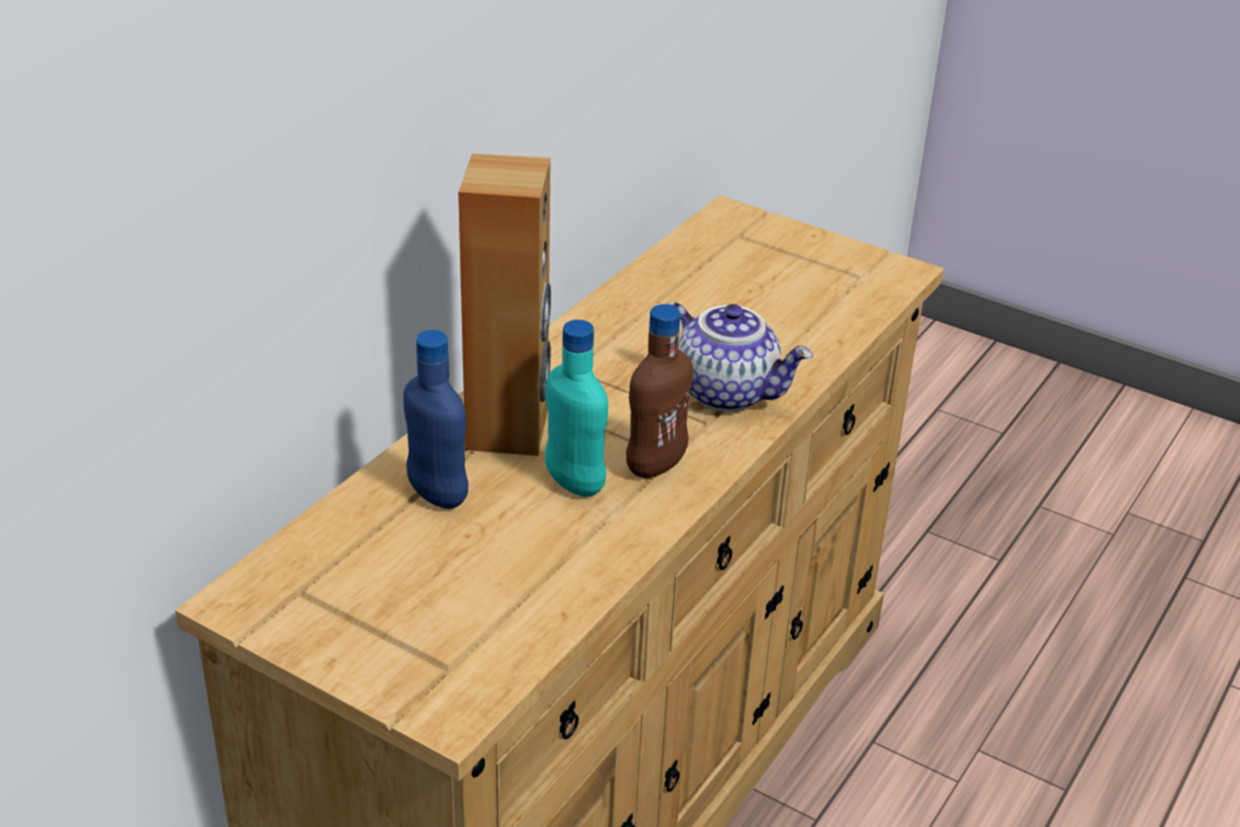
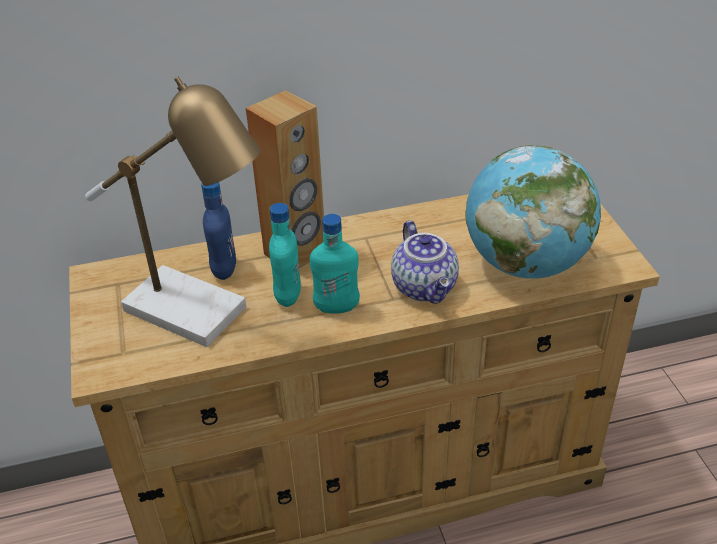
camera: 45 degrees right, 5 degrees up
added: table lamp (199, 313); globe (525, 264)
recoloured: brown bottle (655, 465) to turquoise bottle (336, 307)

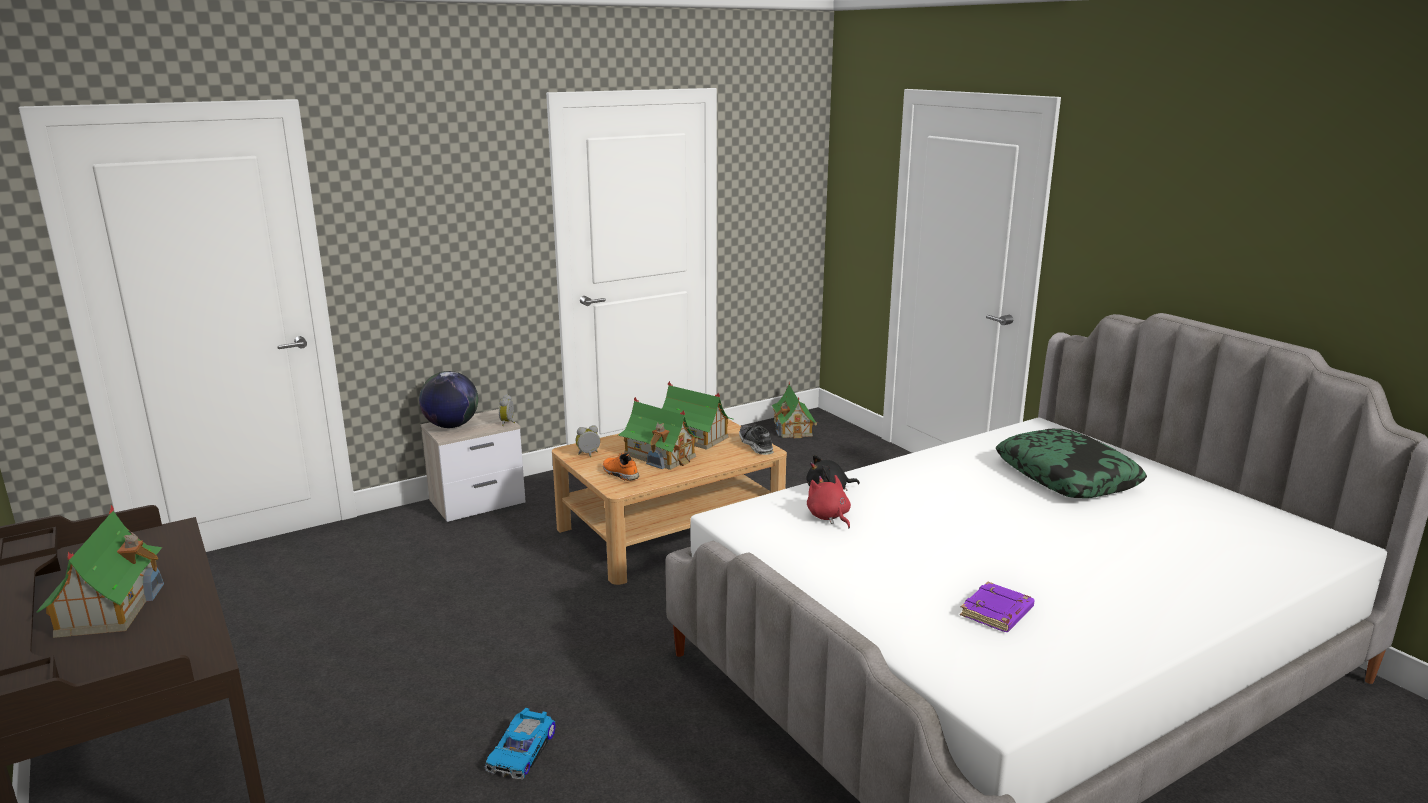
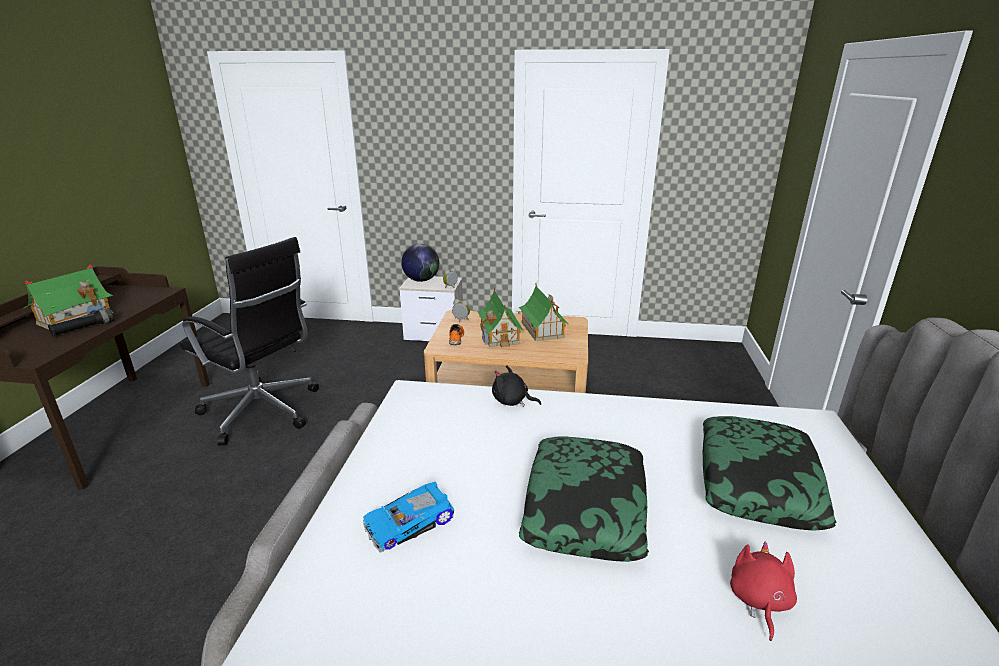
camera: 40 degrees right, 5 degrees up
removed: shoe (755, 445); toy house (792, 428); purple book (997, 613)
added: black flashlight (84, 328); black office chair (263, 412); pillow (585, 508)
moved: toy car (523, 751) to (410, 523); red plush toy (829, 517) to (759, 601)

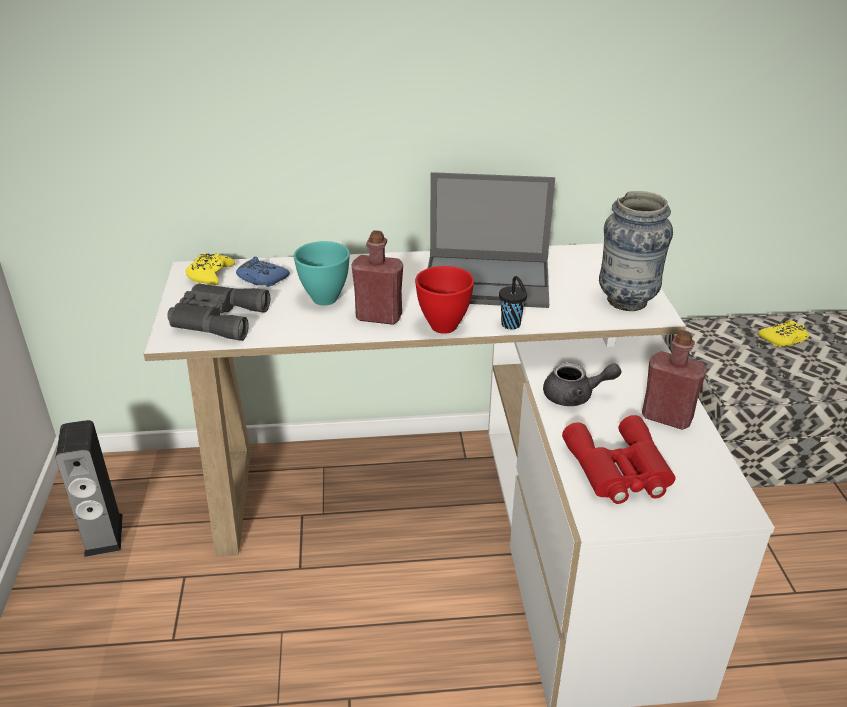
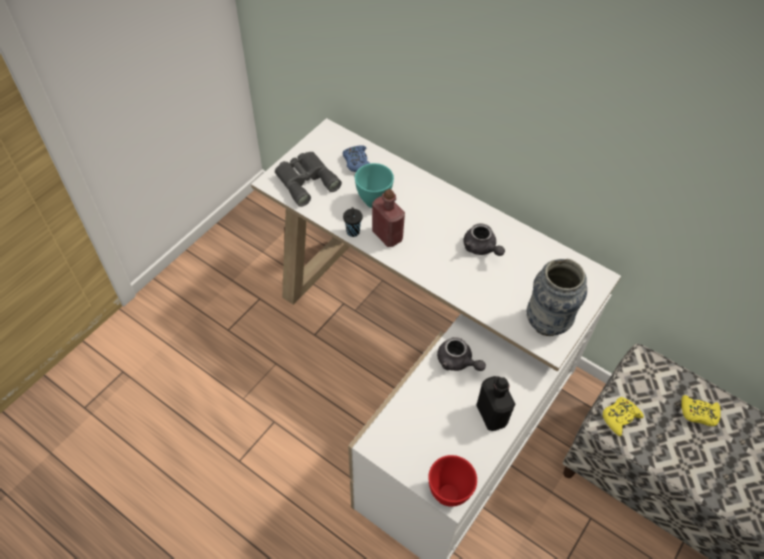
camera: 40 degrees right, 20 degrees up
removed: speaker (103, 535); red binoculars (619, 470)
moved: black cup (511, 325) to (353, 233); red bowl (444, 327) to (448, 495); yellow game controller (210, 274) to (620, 417)
replaced: laptop (488, 281) to grey teapot (481, 248)
recoloured: red bottle (667, 417) to black bottle (491, 415)

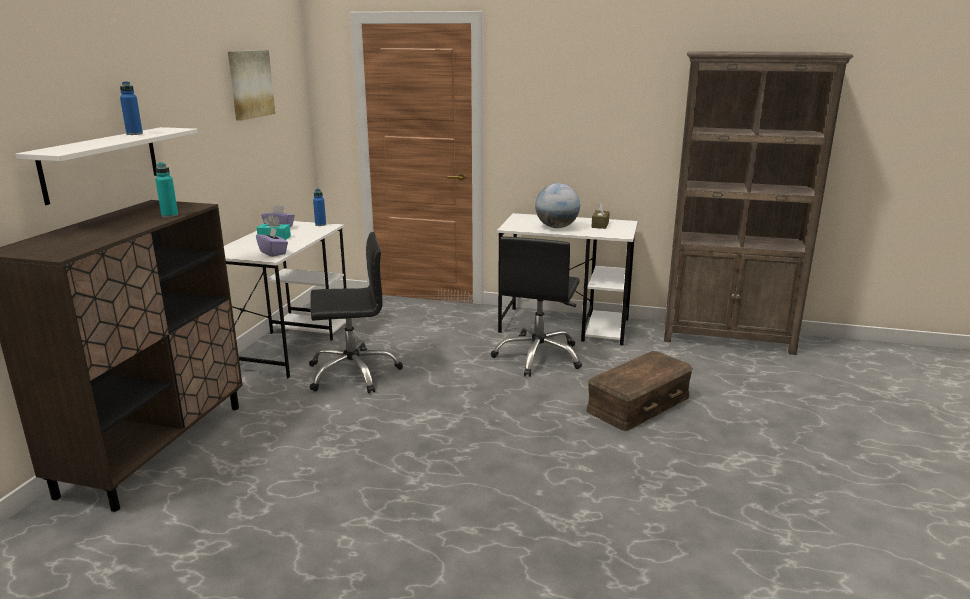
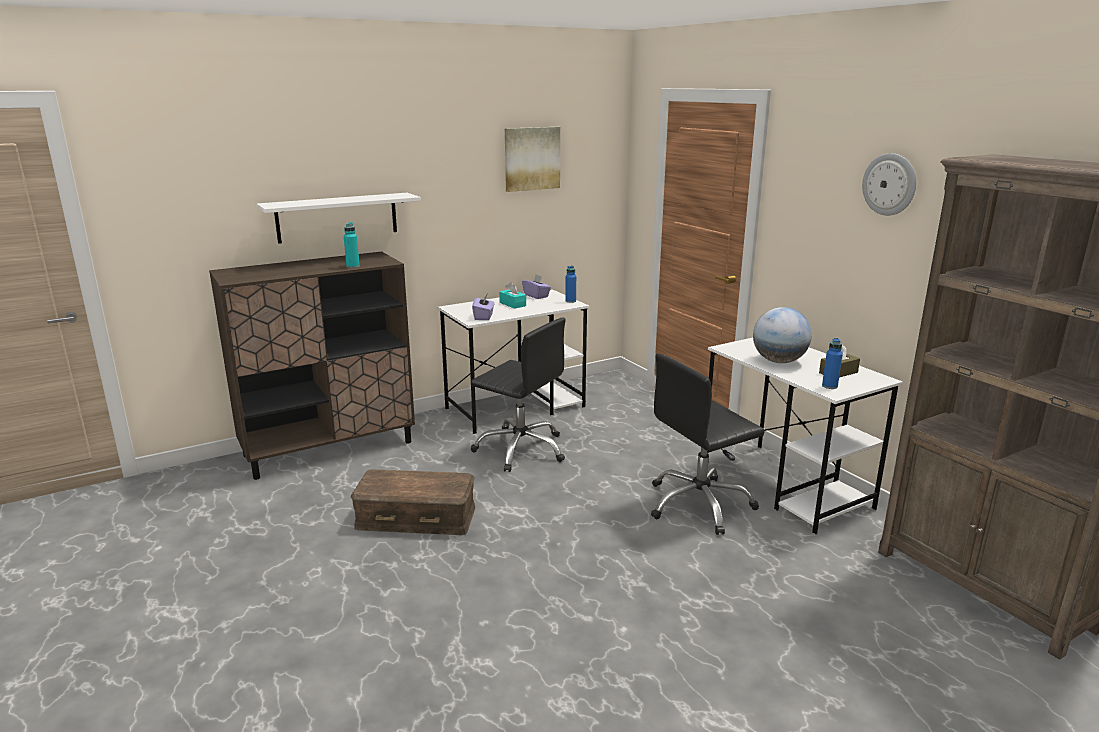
camera: 45 degrees right, 0 degrees up
added: wall clock (890, 184)
moved: brown storage box (637, 403) to (416, 516); blue bottle (134, 134) to (829, 386)

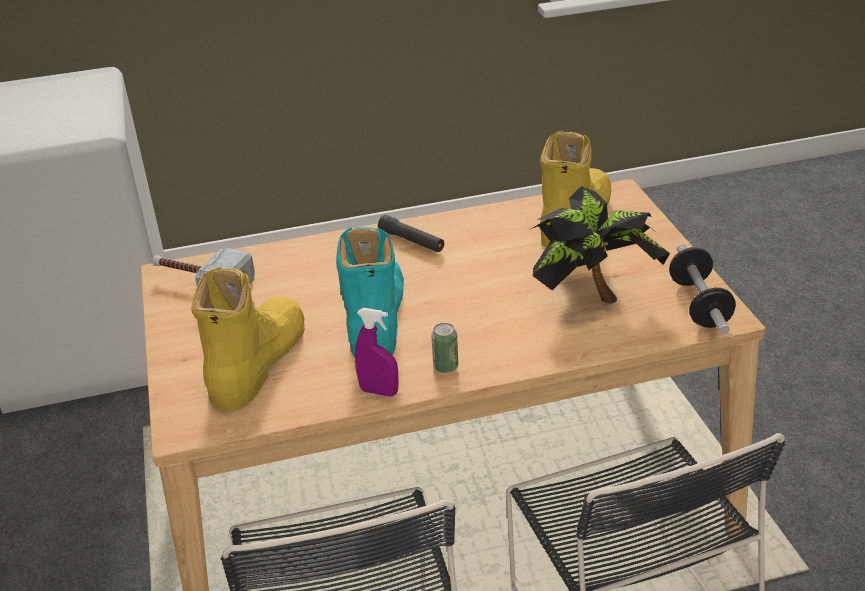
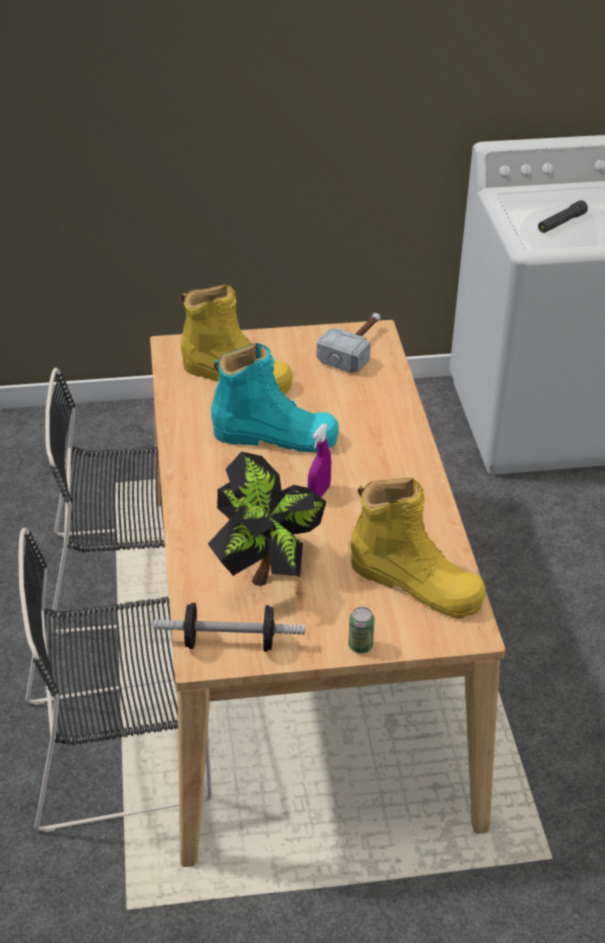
camera: 95 degrees right, 5 degrees up
moved: purple spray bottle (379, 391) to (319, 493); can (445, 367) to (360, 646); black flashlight (411, 241) to (561, 223)

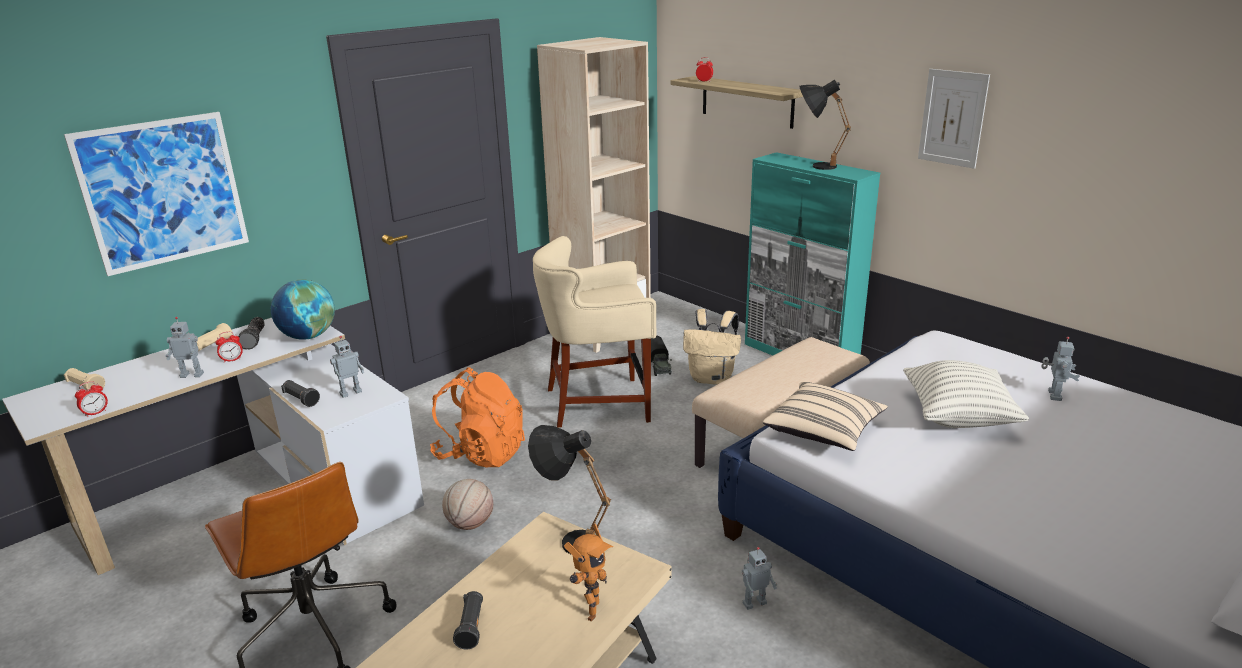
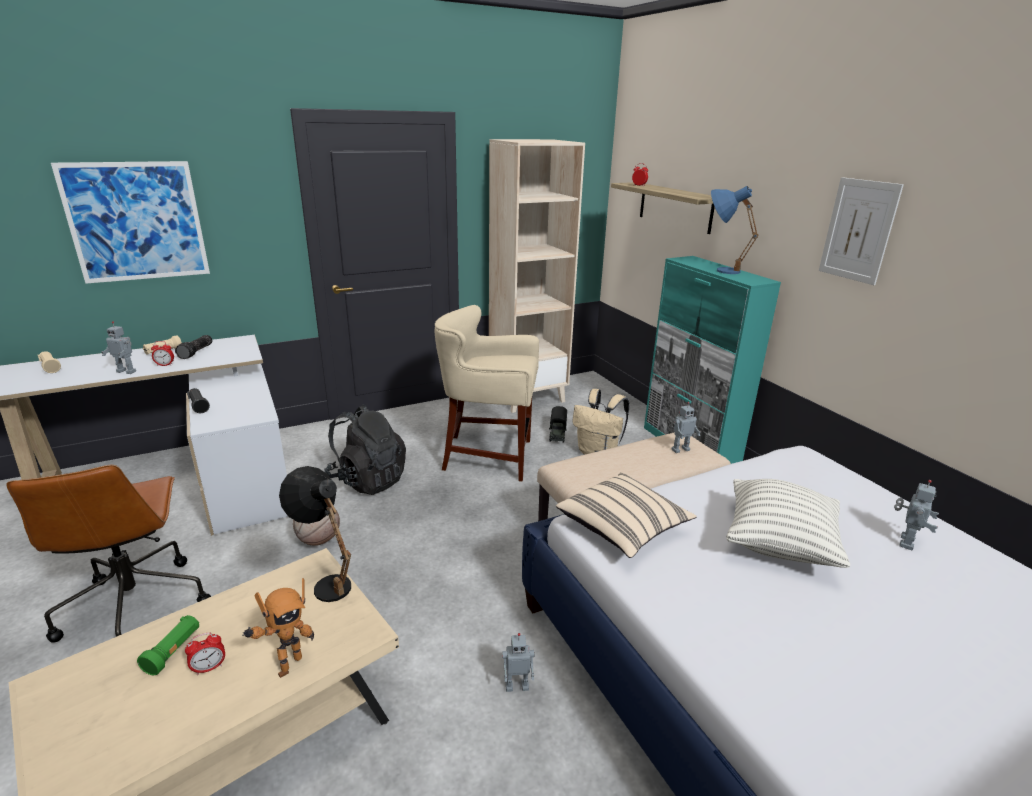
camera: 15 degrees right, 0 degrees up
removed: globe (308, 336)
moved: alarm clock (96, 413) to (209, 668); toy robot (350, 392) to (680, 449)
recoloured: black flashlight (471, 627) to green flashlight (173, 651); orange backpack (481, 453) to black backpack (368, 480); black table lamp (815, 166) to blue table lamp (719, 269)

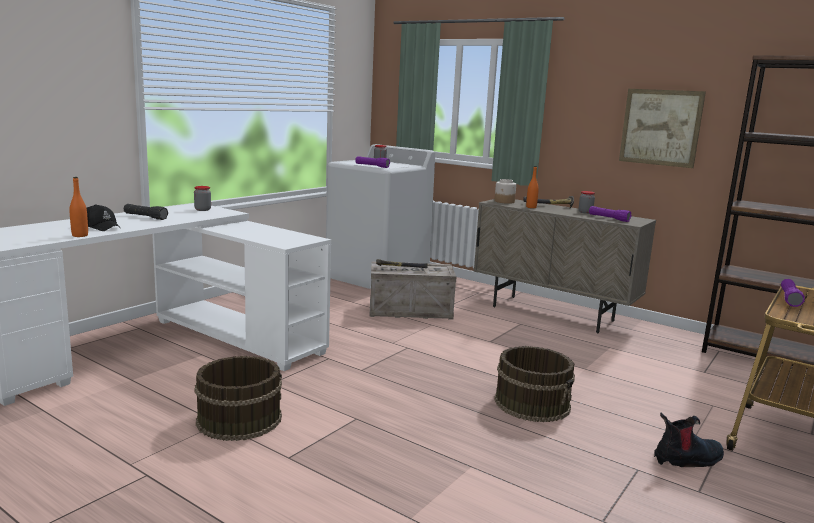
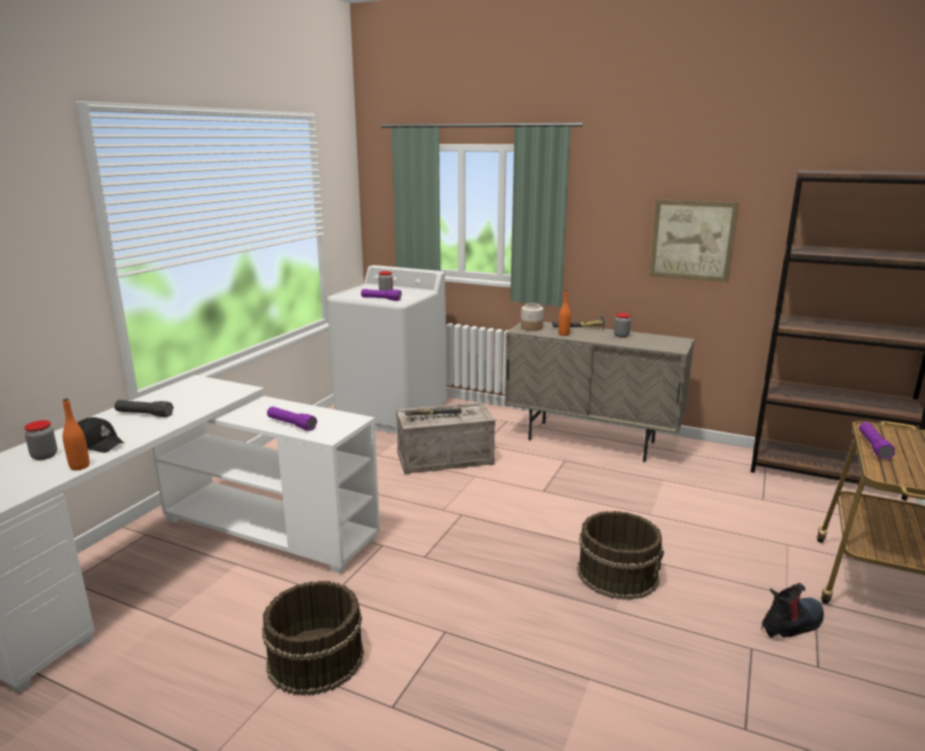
camera: 10 degrees left, 5 degrees up
moved: jar (202, 209) to (44, 456); purple flashlight (608, 218) to (291, 424)

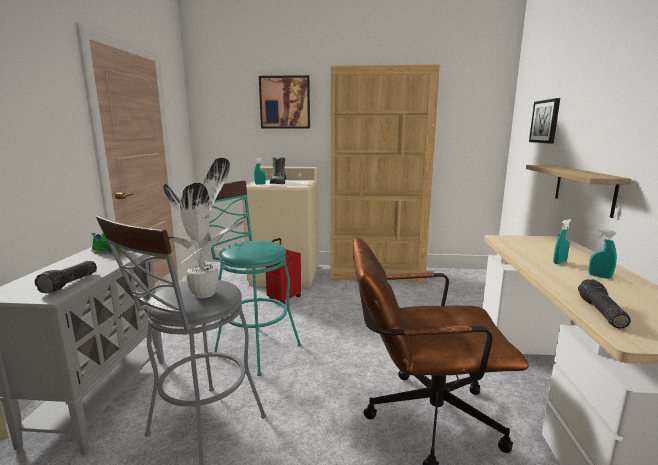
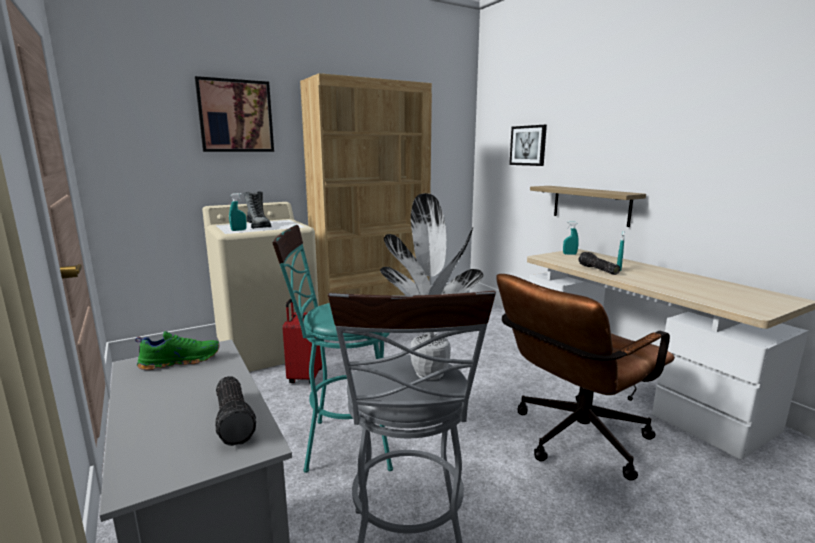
camera: 35 degrees left, 0 degrees up
moved: turquoise spray bottle (599, 276) to (569, 254); flashlight (600, 312) to (597, 270)

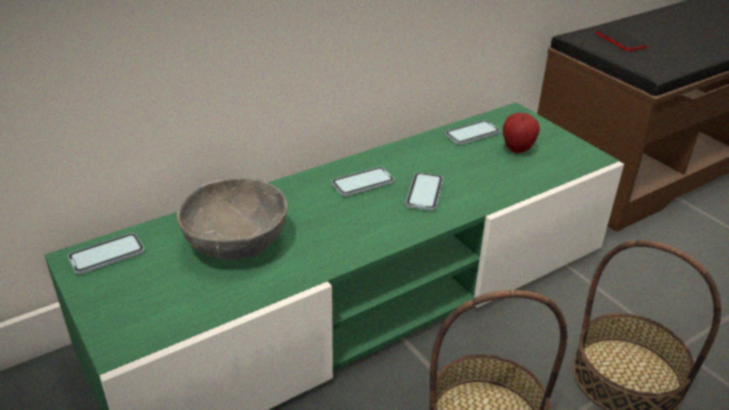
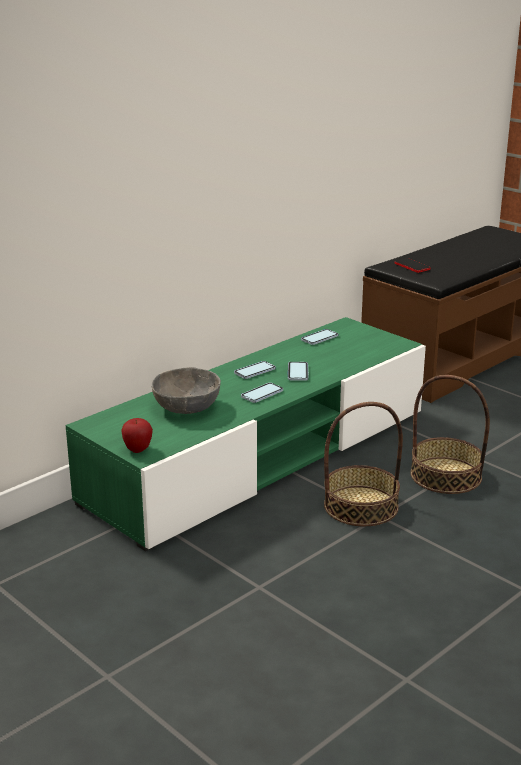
camera: 10 degrees left, 10 degrees down
moved: apple (517, 149) to (138, 450); phone (107, 255) to (262, 394)

